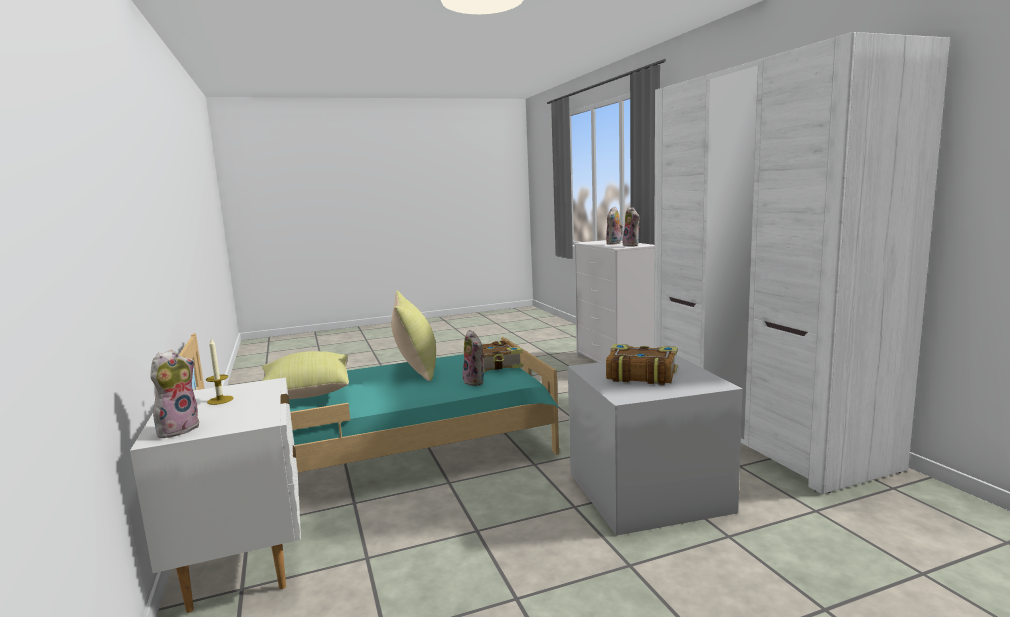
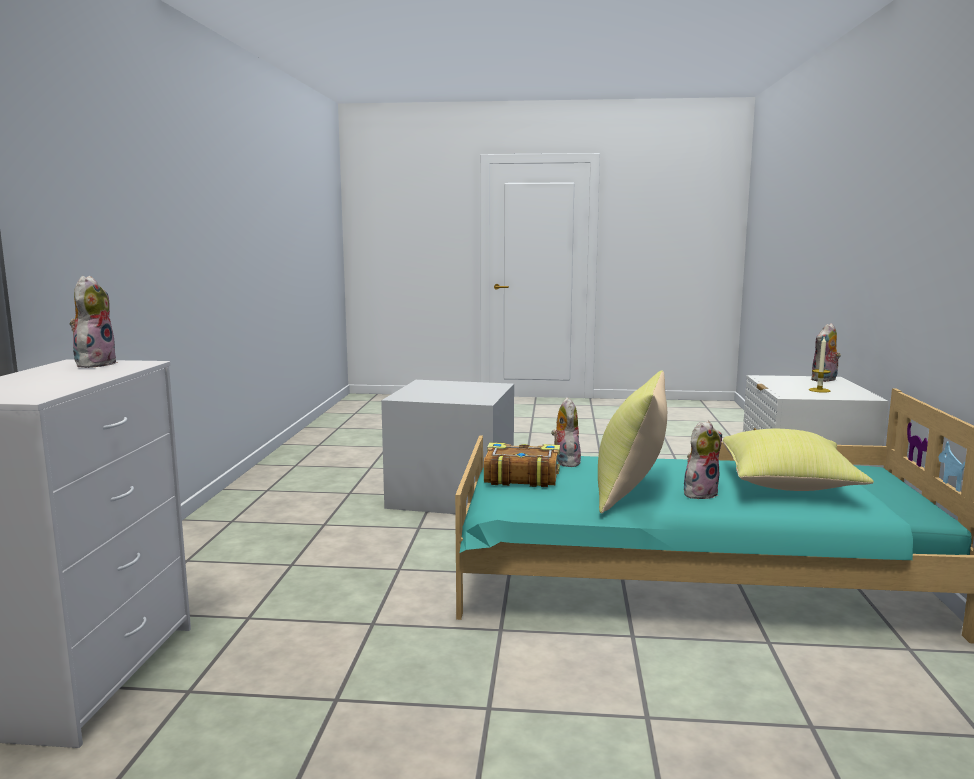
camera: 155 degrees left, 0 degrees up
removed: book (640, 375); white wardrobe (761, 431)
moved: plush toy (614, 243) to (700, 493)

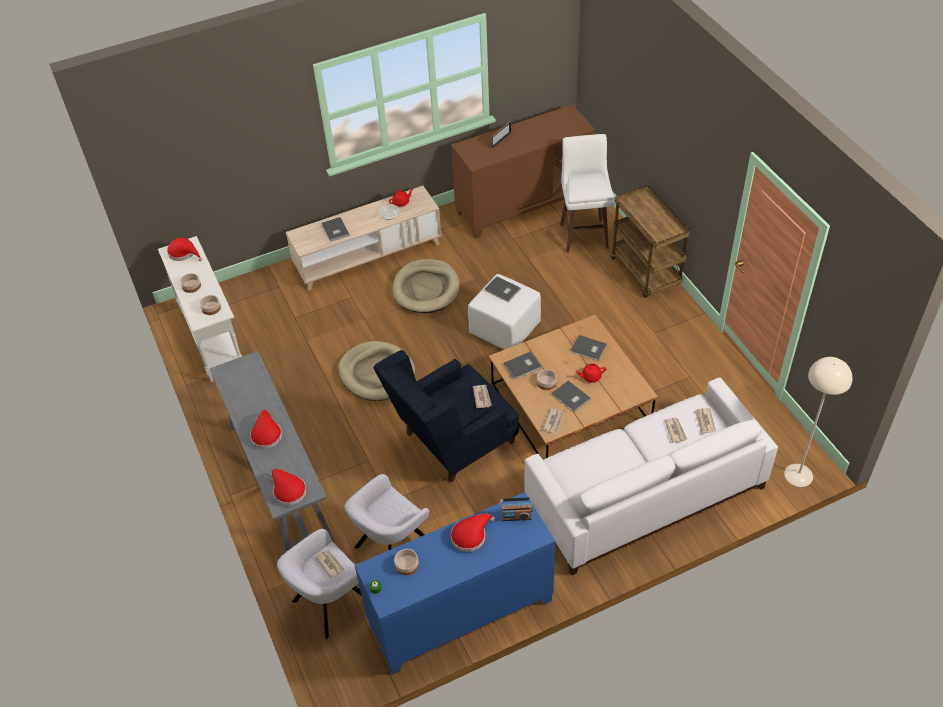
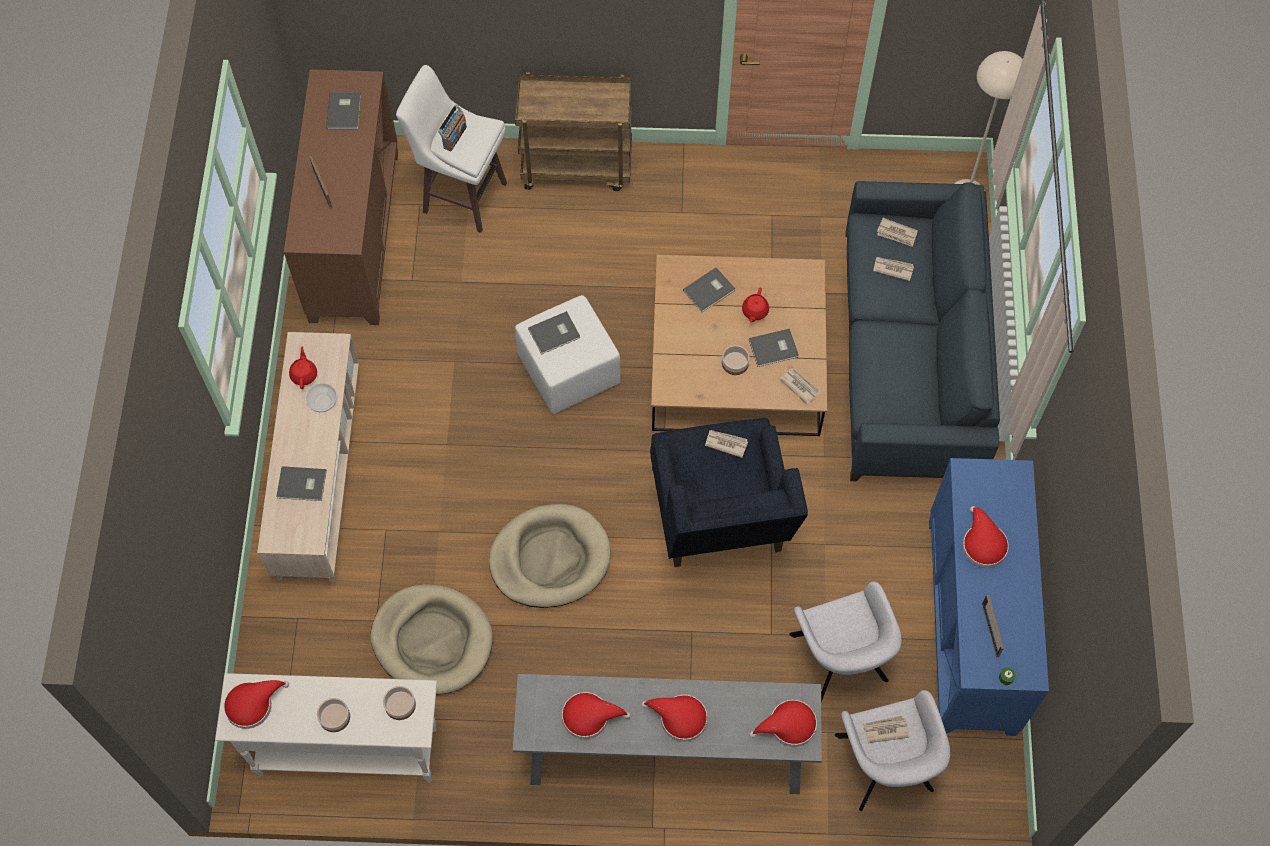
camera: 65 degrees left, 15 degrees up
added: red hat (590, 716)
moved: grey book (523, 366) to (345, 111); beige dog bed (426, 289) to (432, 640); radio (516, 516) to (454, 137)
replaced: bowl (406, 565) to picture frame (990, 630)
recoloured: white sofa (643, 492) to blue sofa (909, 354)

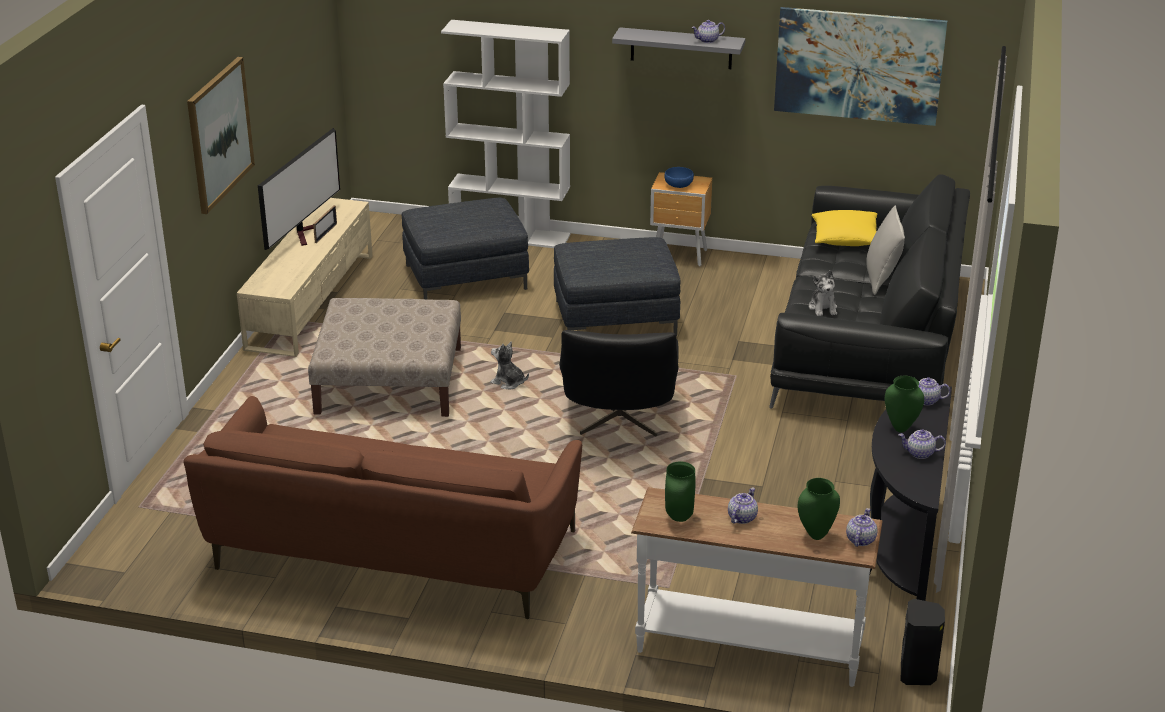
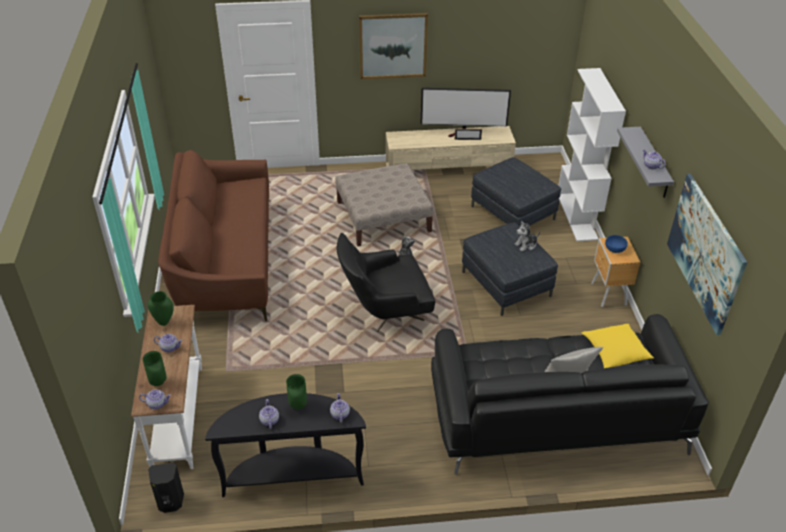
camera: 70 degrees right, 10 degrees up
moved: plush toy (823, 308) to (526, 245)

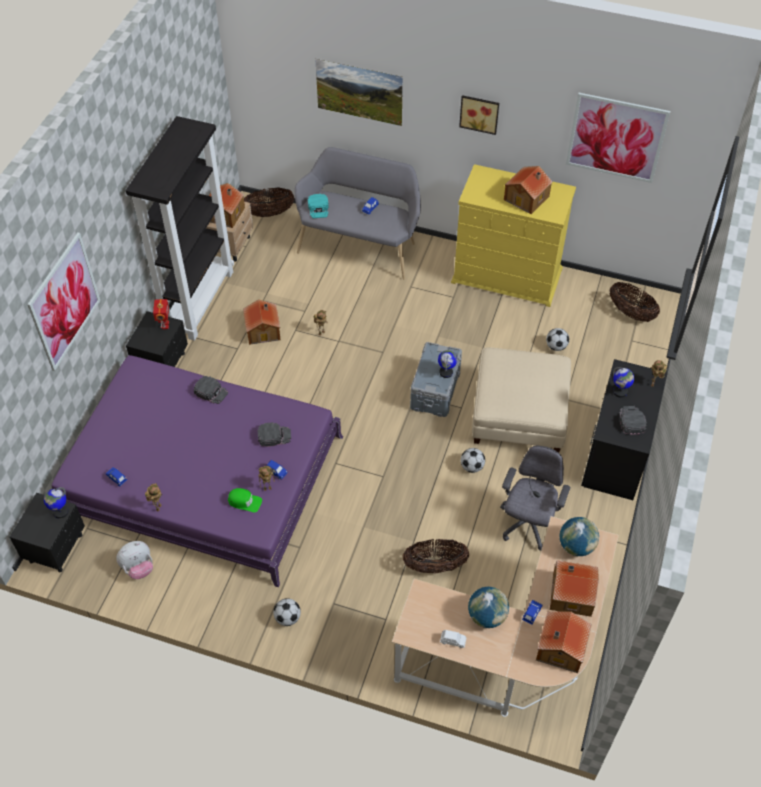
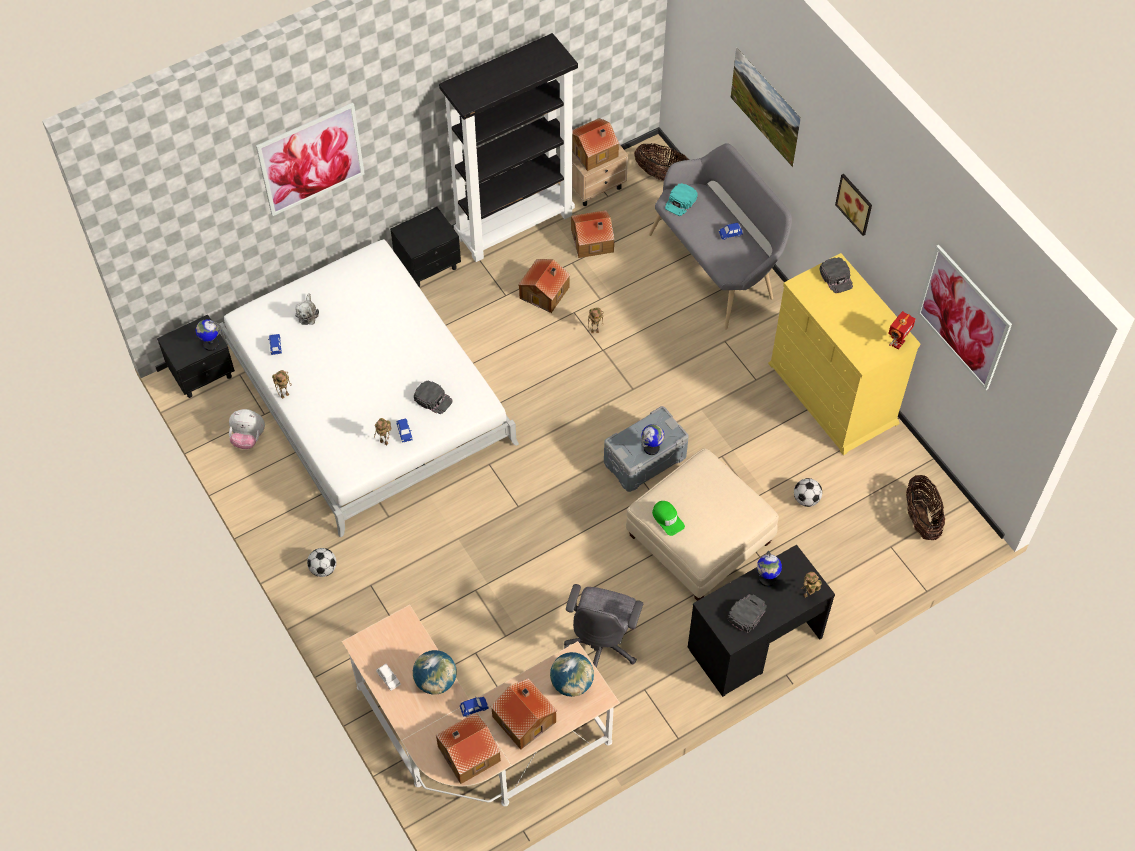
camera: 40 degrees right, 5 degrees up
removed: basket (435, 565); football (472, 467)
added: plush toy (307, 313)
moved: toy house (527, 198) to (593, 241); green cap (244, 501) to (667, 519); black cap (211, 392) to (836, 277); toy robot (164, 325) to (897, 343)
recoloured: purple bed (201, 476) to white bed (367, 394)
turned: grey office chair (528, 524) = (602, 644) 135 degrees clockwise

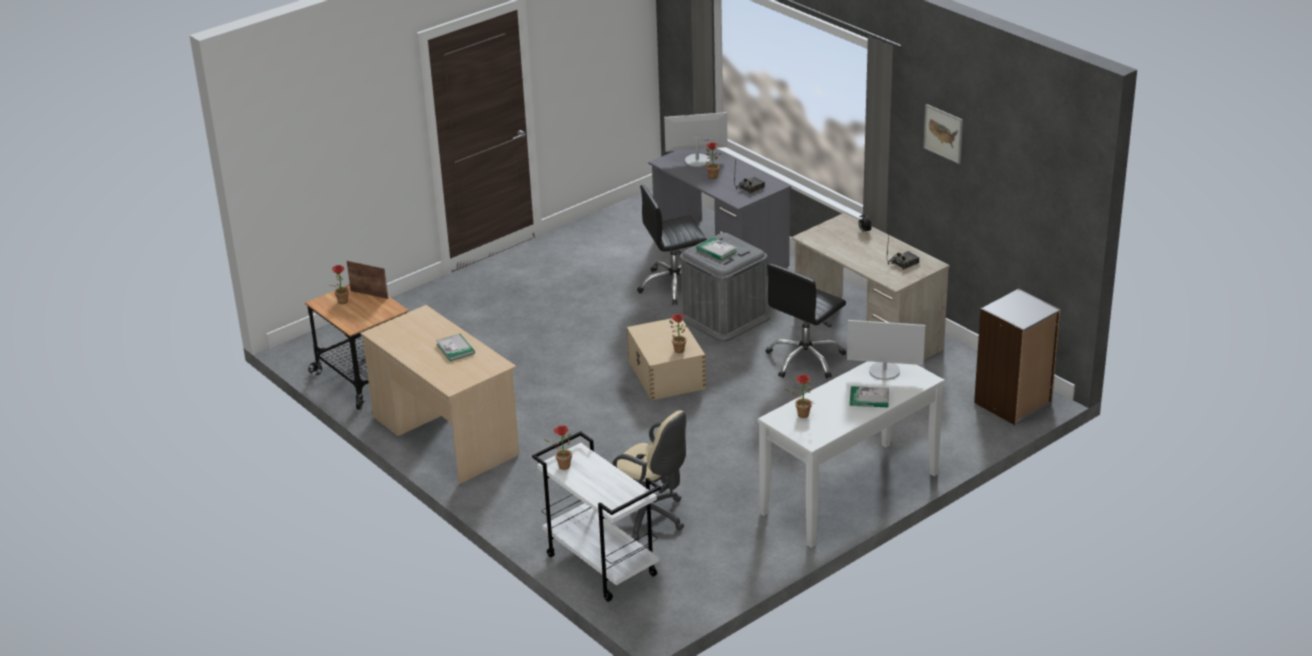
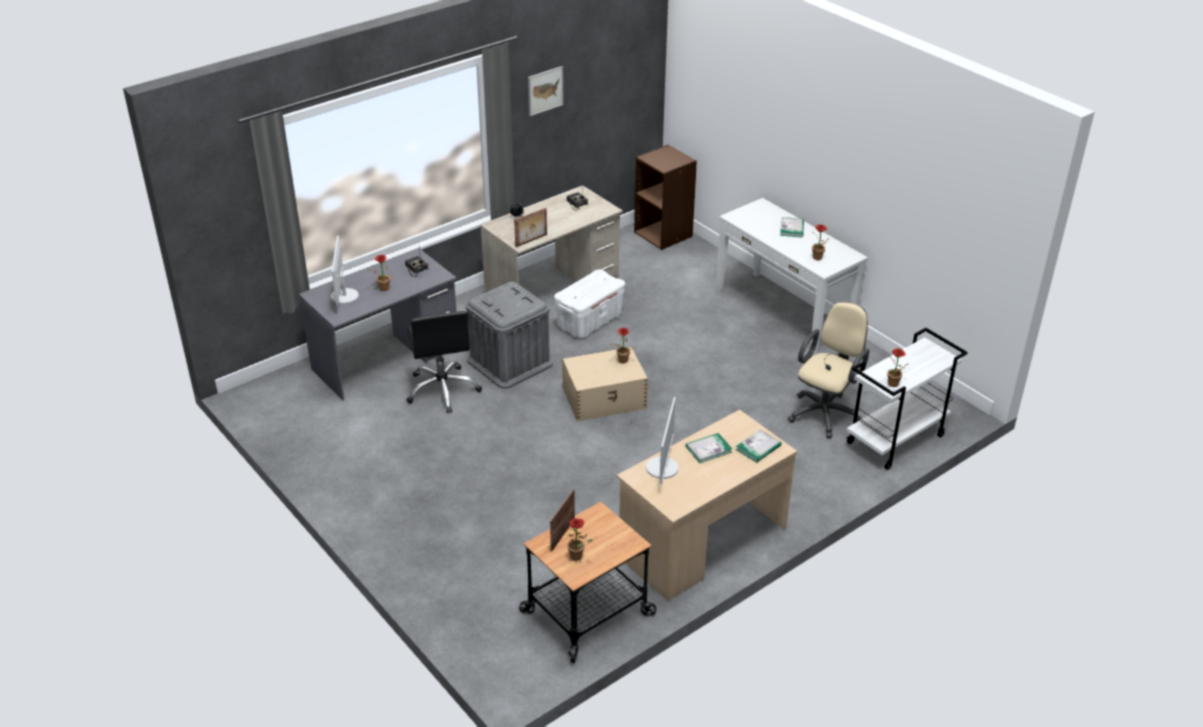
camera: 90 degrees left, 5 degrees up
added: picture frame (531, 241)
moved: monitor (884, 371) to (662, 468); book (716, 250) to (758, 448)
replaced: black office chair (805, 360) to white storage box (589, 322)
recoloured: grey bookcase (1013, 404) to brown bookcase (663, 234)

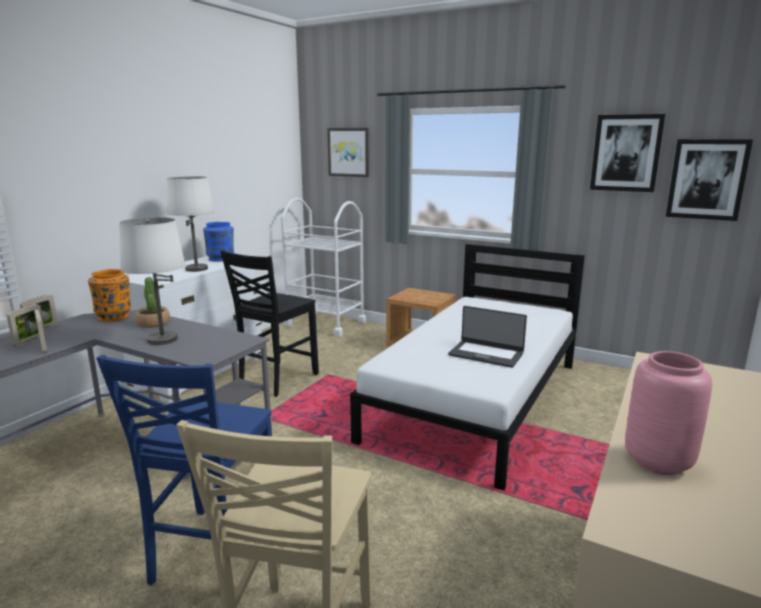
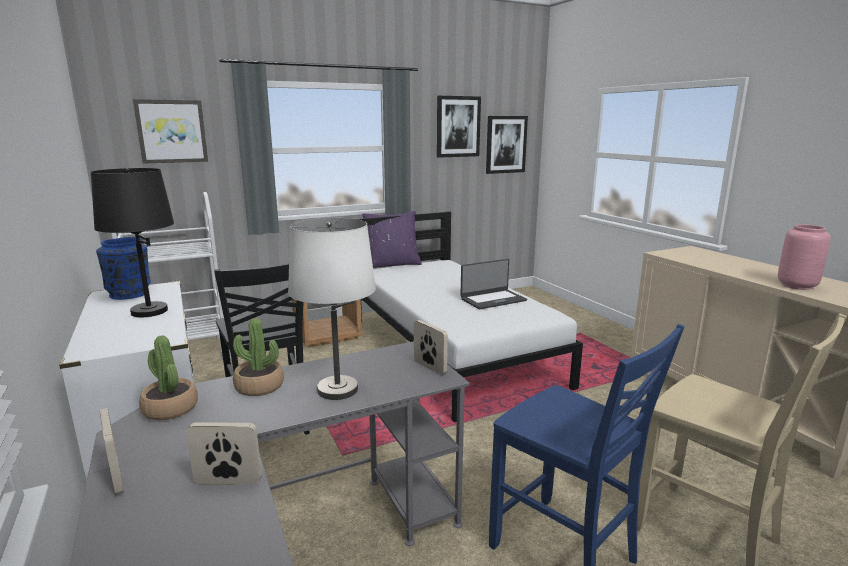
camera: 55 degrees left, 0 degrees up
added: purple pillow (392, 264)
moved: picture frame (30, 341) to (430, 367)
replaced: orange vase (114, 316) to potted plant (170, 409)
recoloured: white table lamp (196, 269) to black table lamp (149, 311)

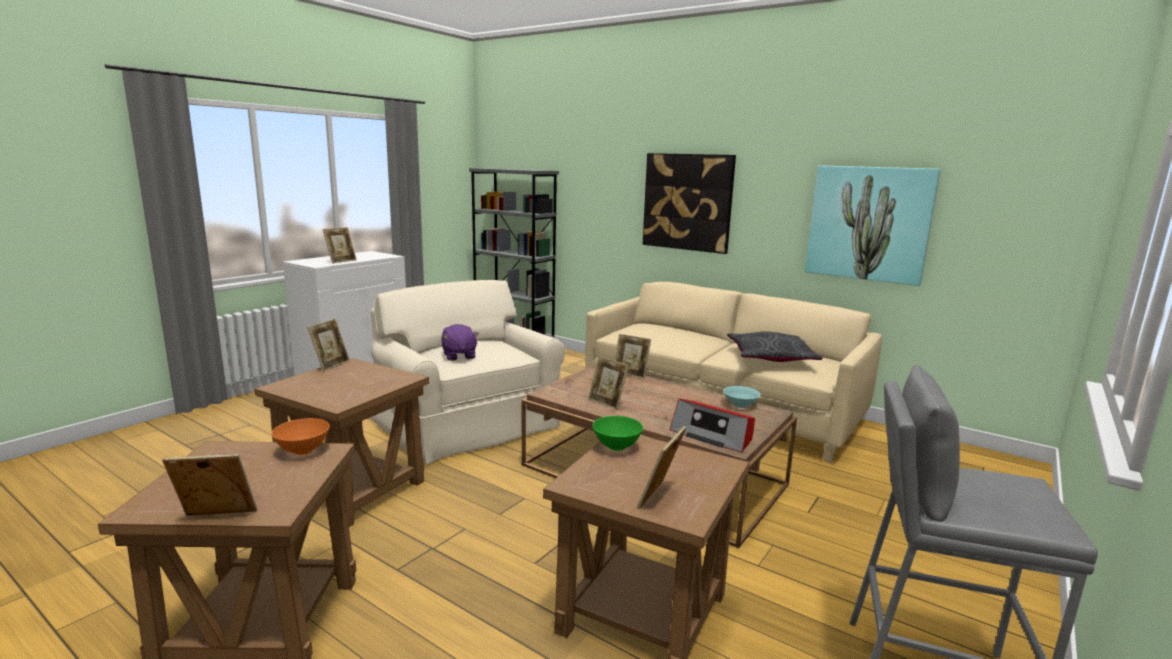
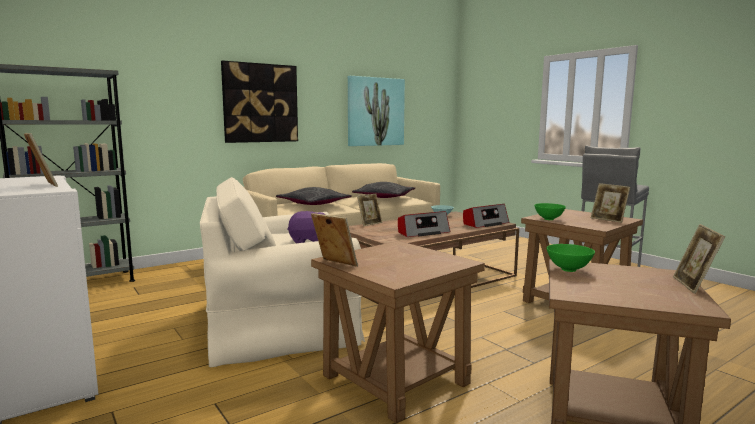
camera: 70 degrees left, 5 degrees down
added: grey pillow (313, 204)
replaced: picture frame (607, 402) to radio (422, 232)
recoloured: orange bowl (303, 451) to green bowl (569, 269)

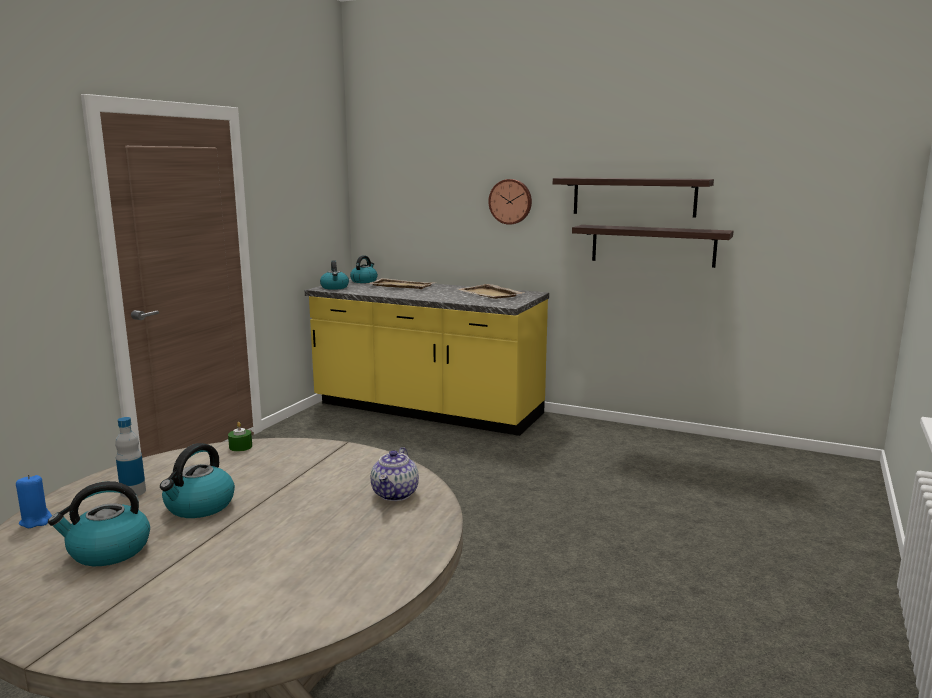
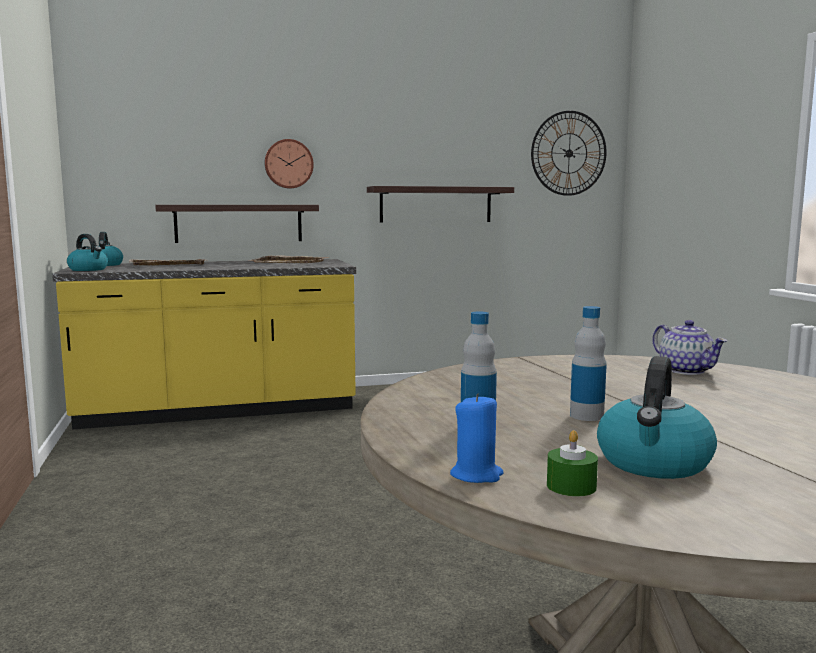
camera: 40 degrees left, 5 degrees down
added: wall clock (569, 153)
moved: shelf (634, 196) to (239, 223); green candle (240, 447) to (571, 486)
replaced: kettle (199, 506) to bottle (586, 416)

